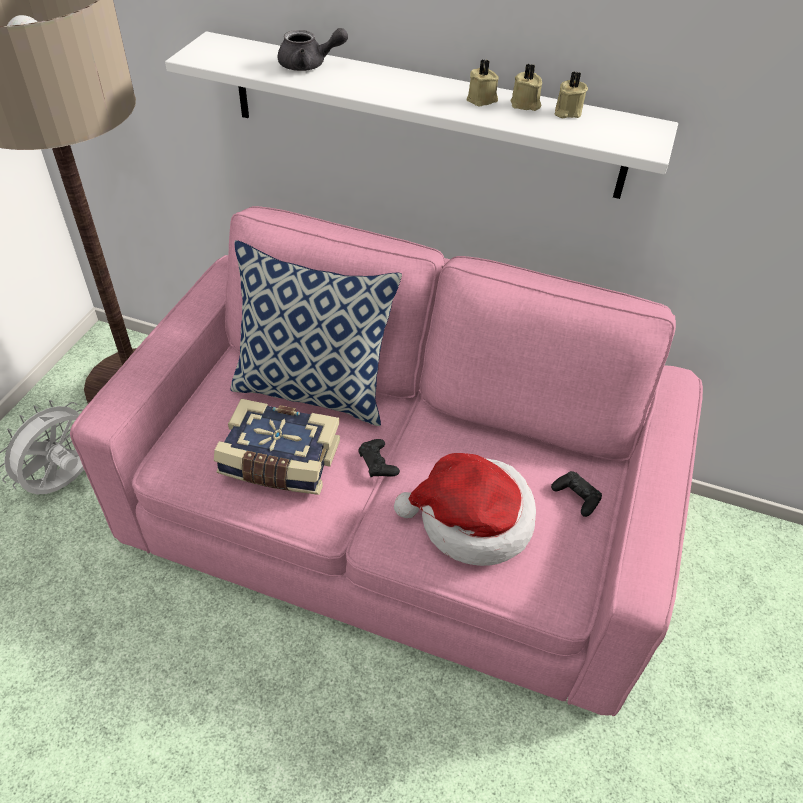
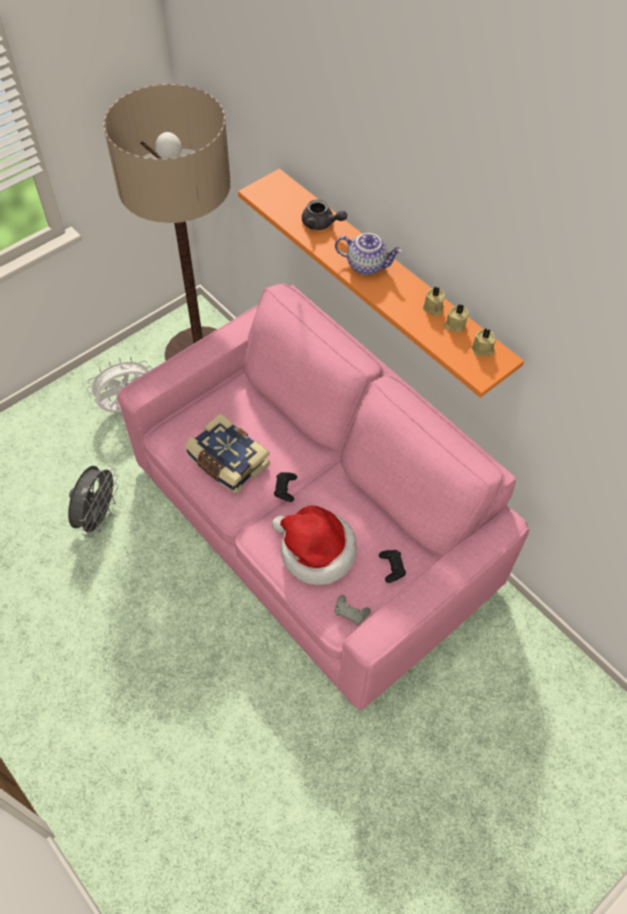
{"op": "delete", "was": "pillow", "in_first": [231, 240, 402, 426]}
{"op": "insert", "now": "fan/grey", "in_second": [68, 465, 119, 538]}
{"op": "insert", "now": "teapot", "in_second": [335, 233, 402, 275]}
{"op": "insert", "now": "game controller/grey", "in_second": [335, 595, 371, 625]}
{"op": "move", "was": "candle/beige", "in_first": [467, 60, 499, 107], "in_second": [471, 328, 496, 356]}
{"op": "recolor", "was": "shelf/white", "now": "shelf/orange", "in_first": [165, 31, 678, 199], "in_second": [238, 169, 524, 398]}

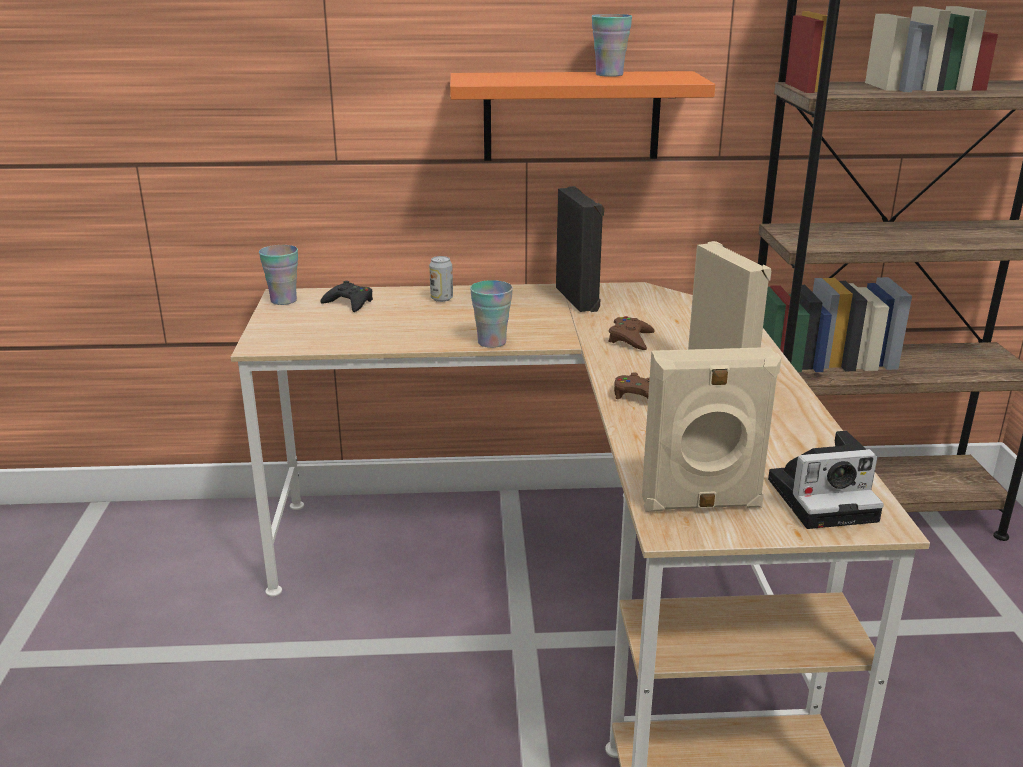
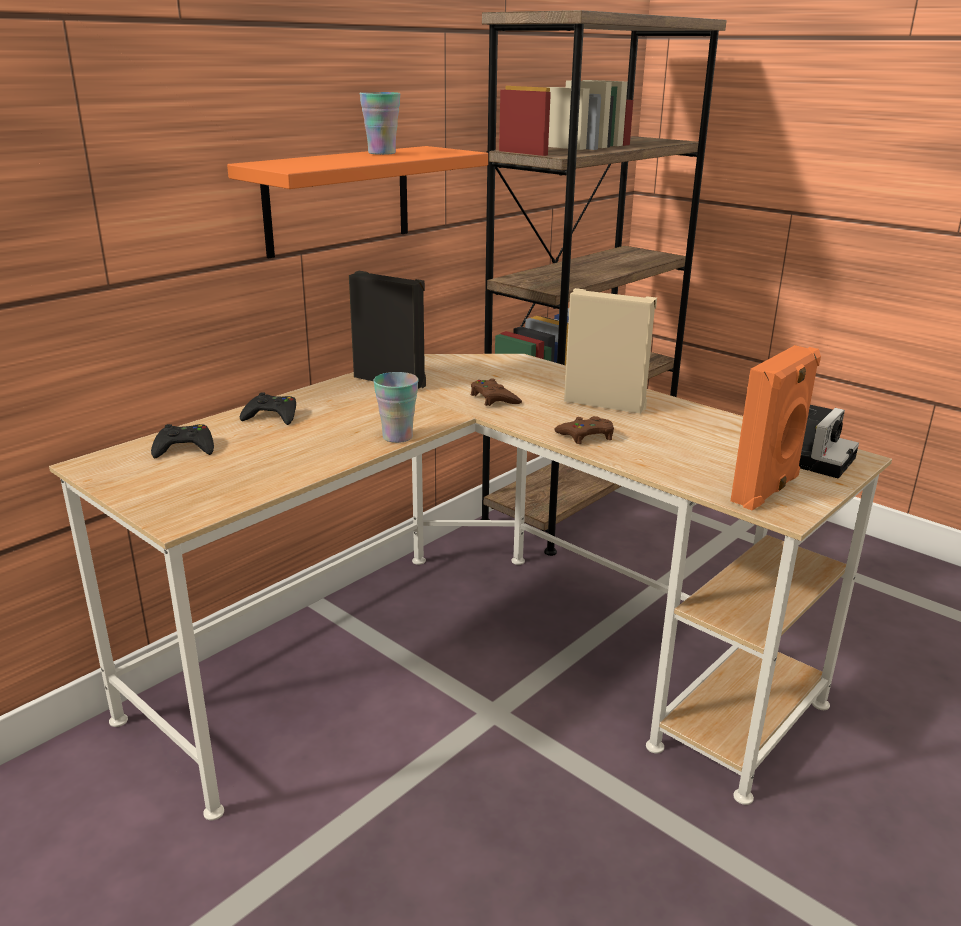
{"op": "delete", "was": "cup", "in_first": [259, 245, 298, 305]}
{"op": "replace", "was": "can", "now": "game controller/black", "in_first": [429, 256, 453, 302], "in_second": [240, 392, 296, 425]}
{"op": "recolor", "was": "speaker/beige", "now": "speaker/orange", "in_first": [642, 347, 782, 512], "in_second": [731, 345, 821, 510]}

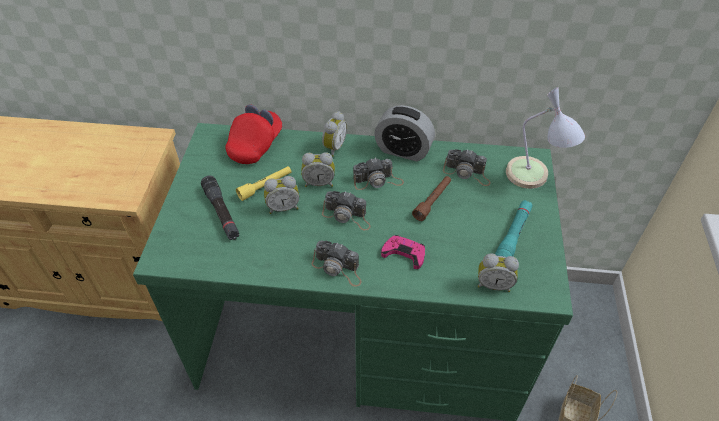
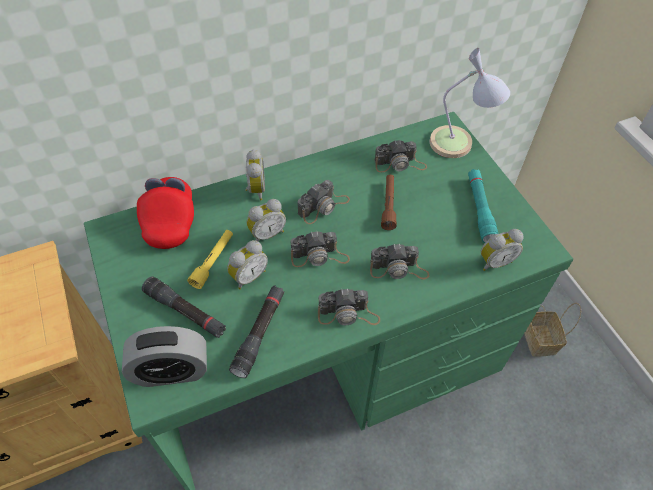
{"op": "insert", "now": "flashlight/black", "in_second": [229, 285, 284, 378]}
{"op": "move", "was": "alarm clock", "in_first": [374, 105, 435, 161], "in_second": [122, 326, 207, 387]}
{"op": "replace", "was": "game controller/pink", "now": "photo camera", "in_first": [381, 235, 425, 269], "in_second": [370, 244, 429, 280]}

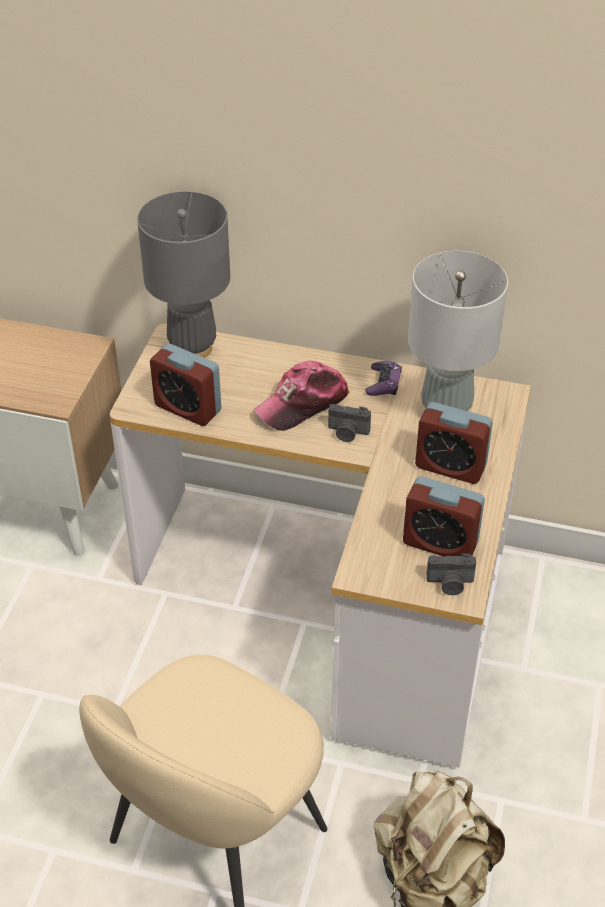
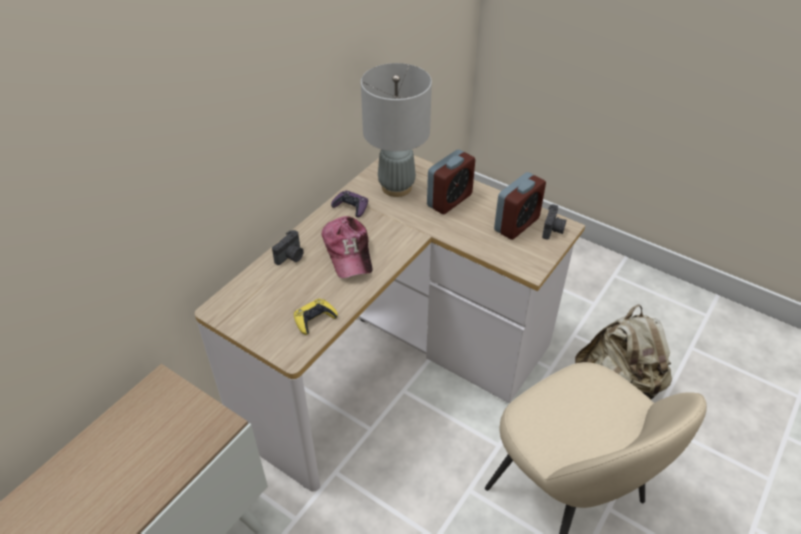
{"op": "delete", "was": "table lamp/grey", "in_first": [137, 192, 230, 358]}
{"op": "move", "was": "photo camera", "in_first": [328, 404, 371, 442], "in_second": [272, 230, 304, 265]}
{"op": "replace", "was": "alarm clock", "now": "game controller/yellow", "in_first": [150, 344, 221, 426], "in_second": [294, 299, 338, 335]}

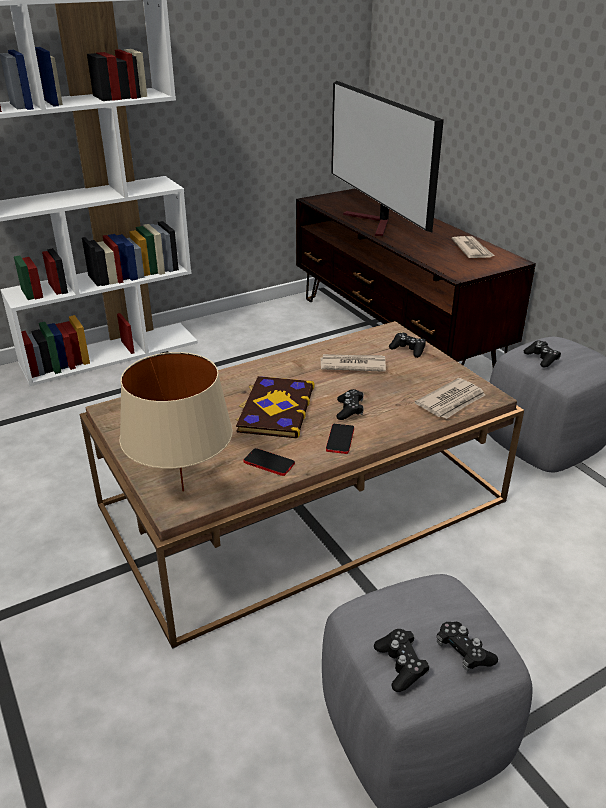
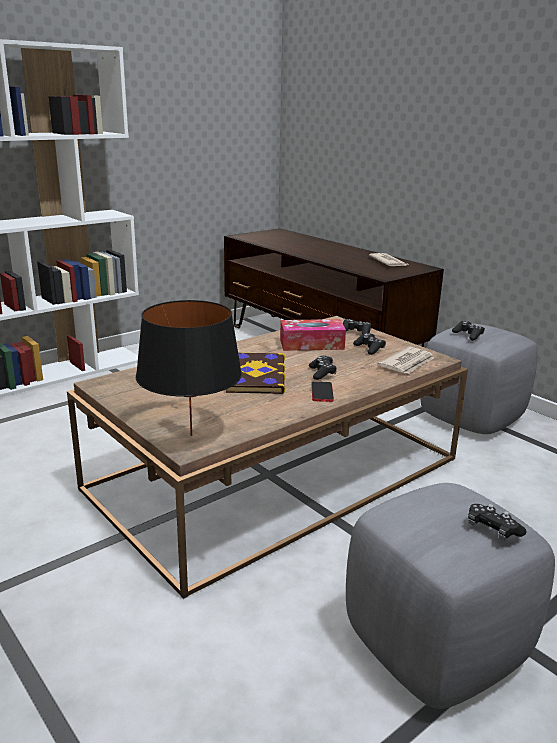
{"op": "delete", "was": "phone", "in_first": [243, 448, 295, 476]}
{"op": "delete", "was": "television", "in_first": [331, 81, 444, 236]}
{"op": "move", "was": "game controller/black", "in_first": [374, 629, 429, 692], "in_second": [353, 333, 386, 355]}
{"op": "replace", "was": "newspaper", "now": "tissue box", "in_first": [321, 354, 386, 372], "in_second": [280, 319, 346, 351]}
{"op": "recolor", "was": "table lamp/beige", "now": "table lamp/black", "in_first": [119, 352, 233, 492], "in_second": [136, 300, 242, 436]}

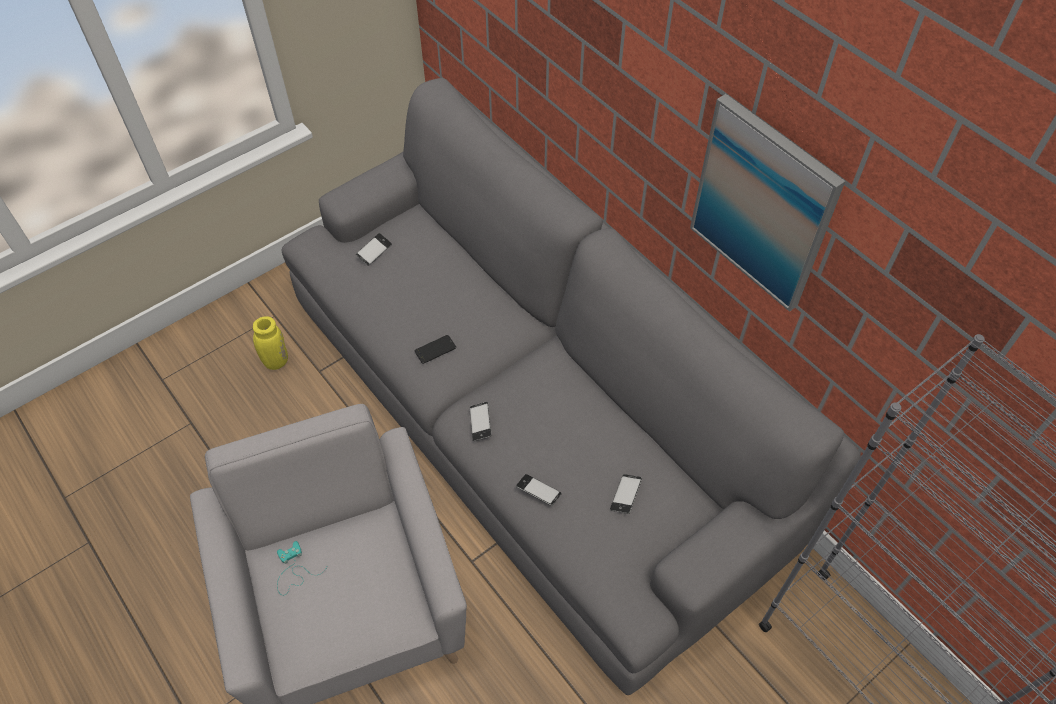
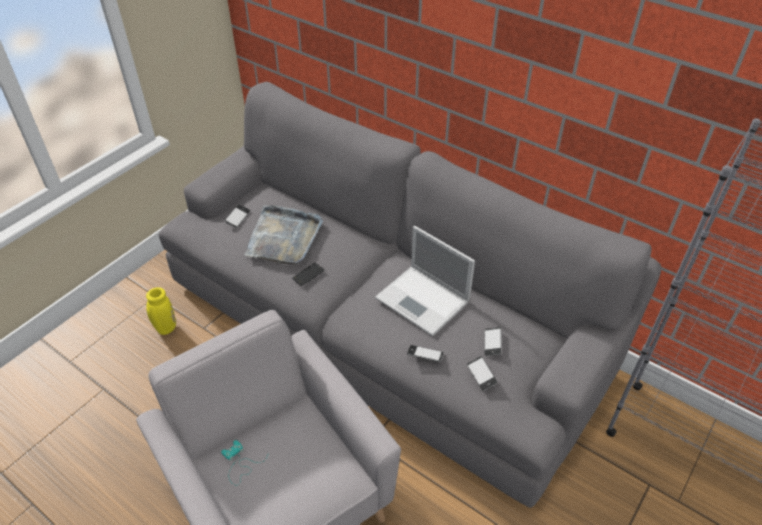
{"op": "delete", "was": "picture", "in_first": [690, 94, 845, 312]}
{"op": "insert", "now": "tray/grey", "in_second": [245, 205, 323, 265]}
{"op": "insert", "now": "laptop", "in_second": [375, 226, 475, 336]}
{"op": "move", "was": "phone", "in_first": [470, 402, 492, 441], "in_second": [467, 356, 498, 391]}

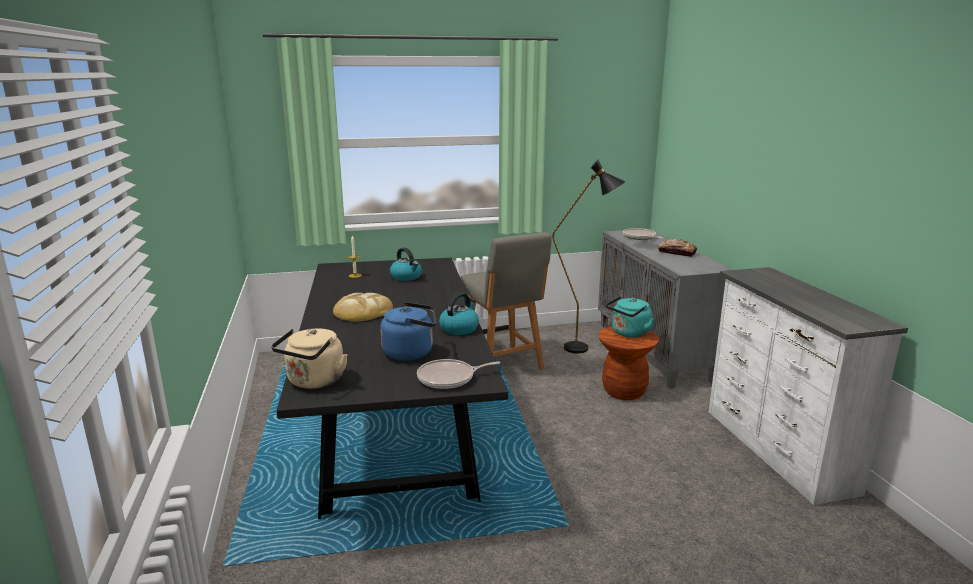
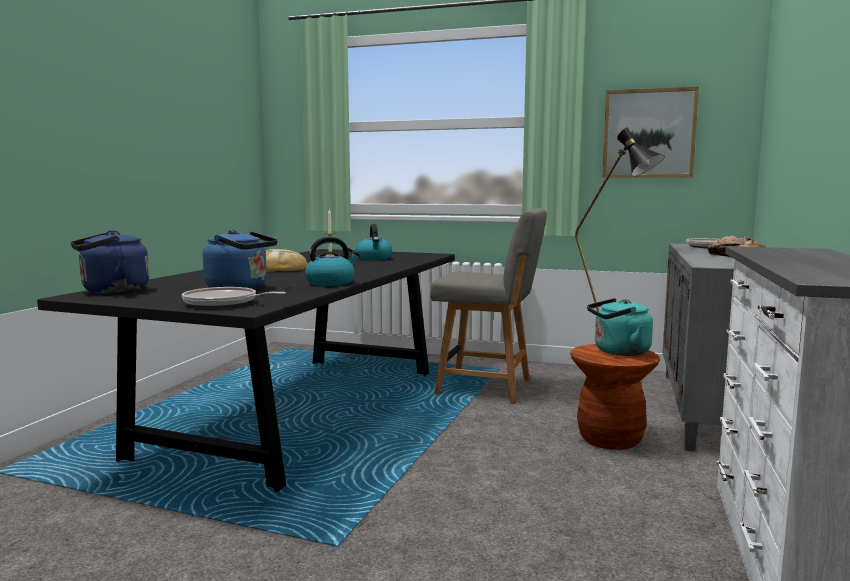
{"op": "insert", "now": "picture", "in_second": [603, 87, 699, 178]}
{"op": "recolor", "was": "kettle/beige", "now": "kettle/blue", "in_first": [271, 329, 348, 389], "in_second": [70, 230, 149, 294]}
{"op": "rotate", "was": "chair/grey", "in_first": [460, 232, 552, 370], "in_second": [430, 208, 547, 404], "clockwise": -75}

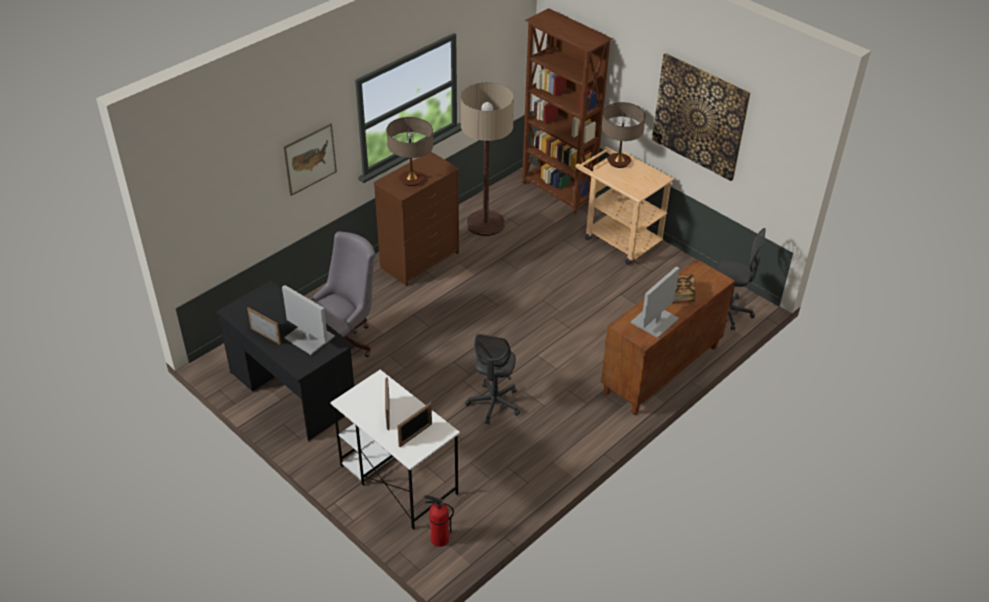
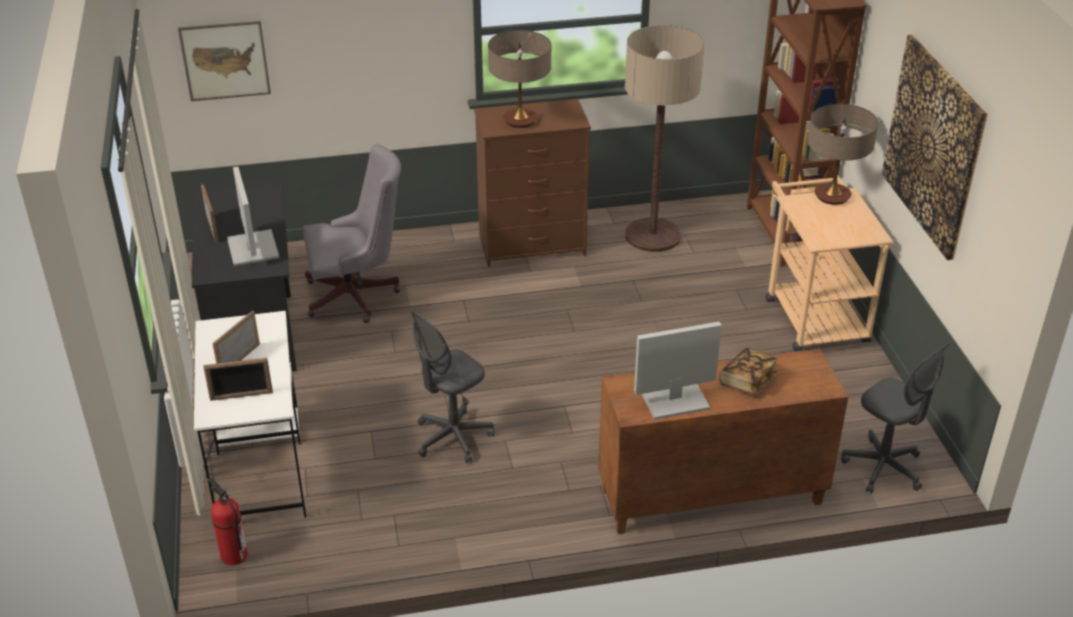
{"op": "move", "was": "picture", "in_first": [283, 123, 337, 196], "in_second": [178, 21, 271, 101]}

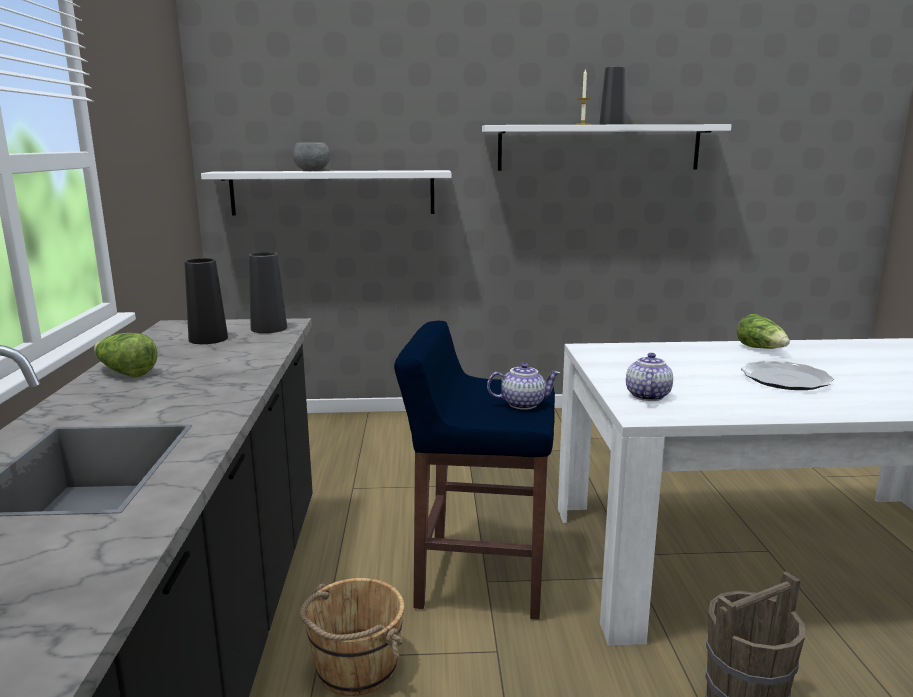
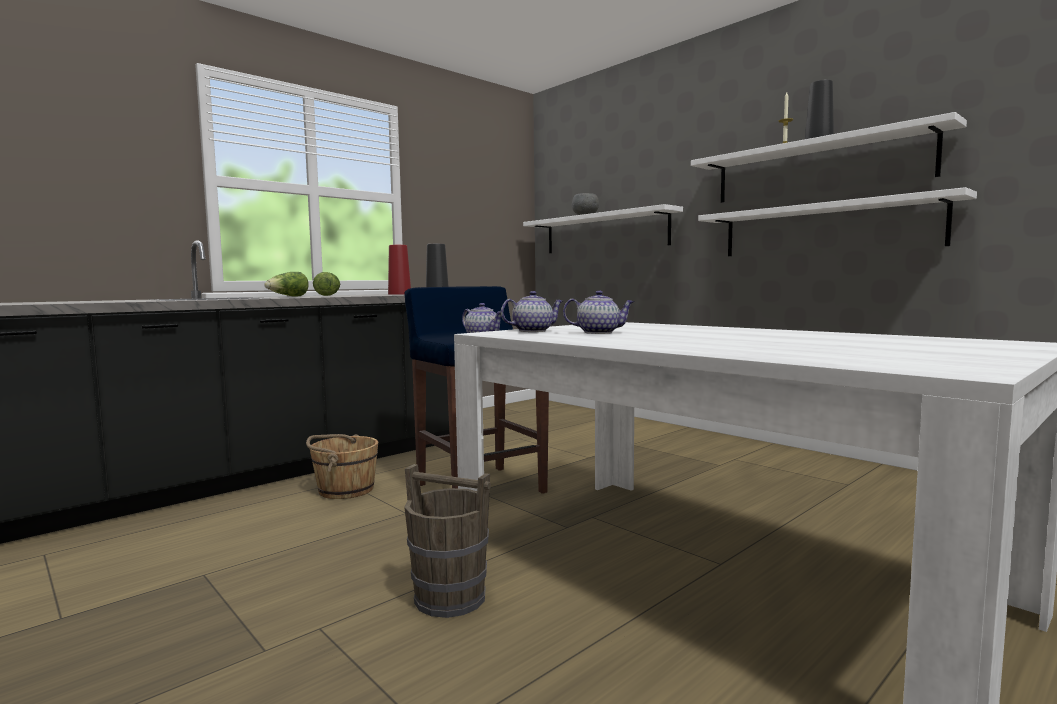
{"op": "delete", "was": "plate", "in_first": [741, 361, 834, 390]}
{"op": "insert", "now": "teapot", "in_second": [563, 290, 635, 334]}
{"op": "insert", "now": "shelf/white", "in_second": [698, 187, 977, 256]}
{"op": "move", "was": "lettuce", "in_first": [737, 314, 790, 349], "in_second": [264, 272, 309, 297]}
{"op": "recolor", "was": "vase/black", "now": "vase/red", "in_first": [184, 258, 228, 344], "in_second": [388, 245, 411, 295]}

